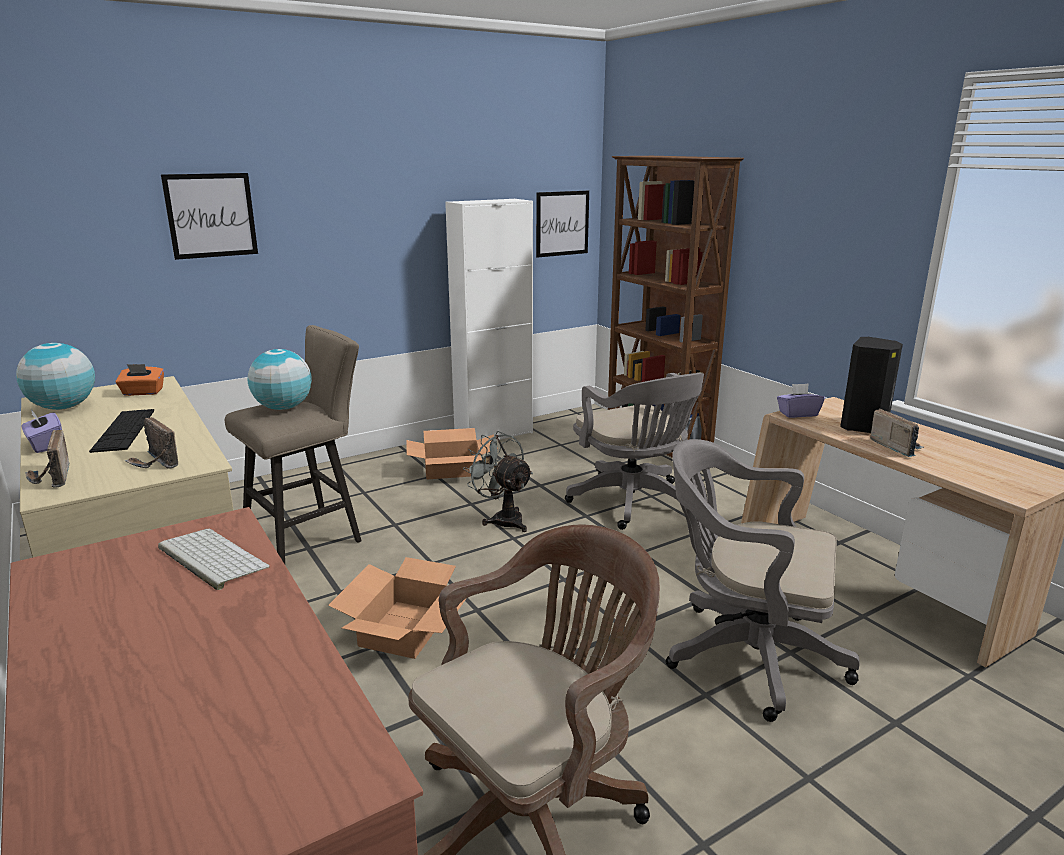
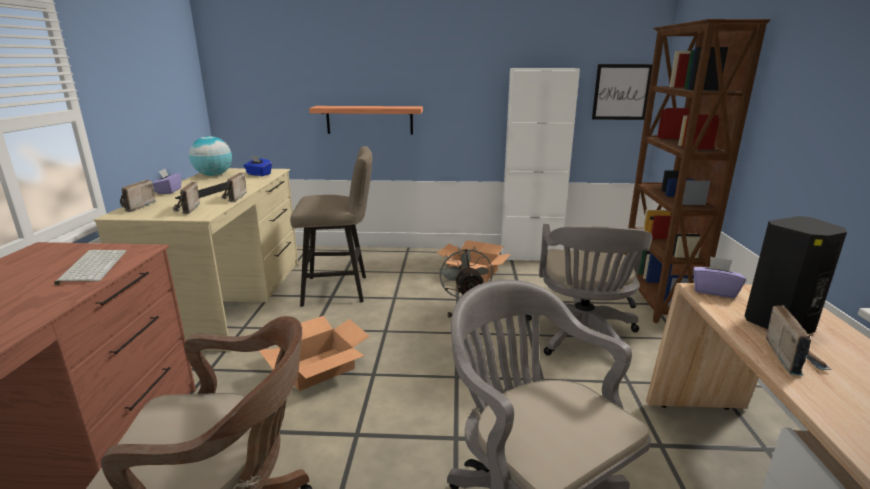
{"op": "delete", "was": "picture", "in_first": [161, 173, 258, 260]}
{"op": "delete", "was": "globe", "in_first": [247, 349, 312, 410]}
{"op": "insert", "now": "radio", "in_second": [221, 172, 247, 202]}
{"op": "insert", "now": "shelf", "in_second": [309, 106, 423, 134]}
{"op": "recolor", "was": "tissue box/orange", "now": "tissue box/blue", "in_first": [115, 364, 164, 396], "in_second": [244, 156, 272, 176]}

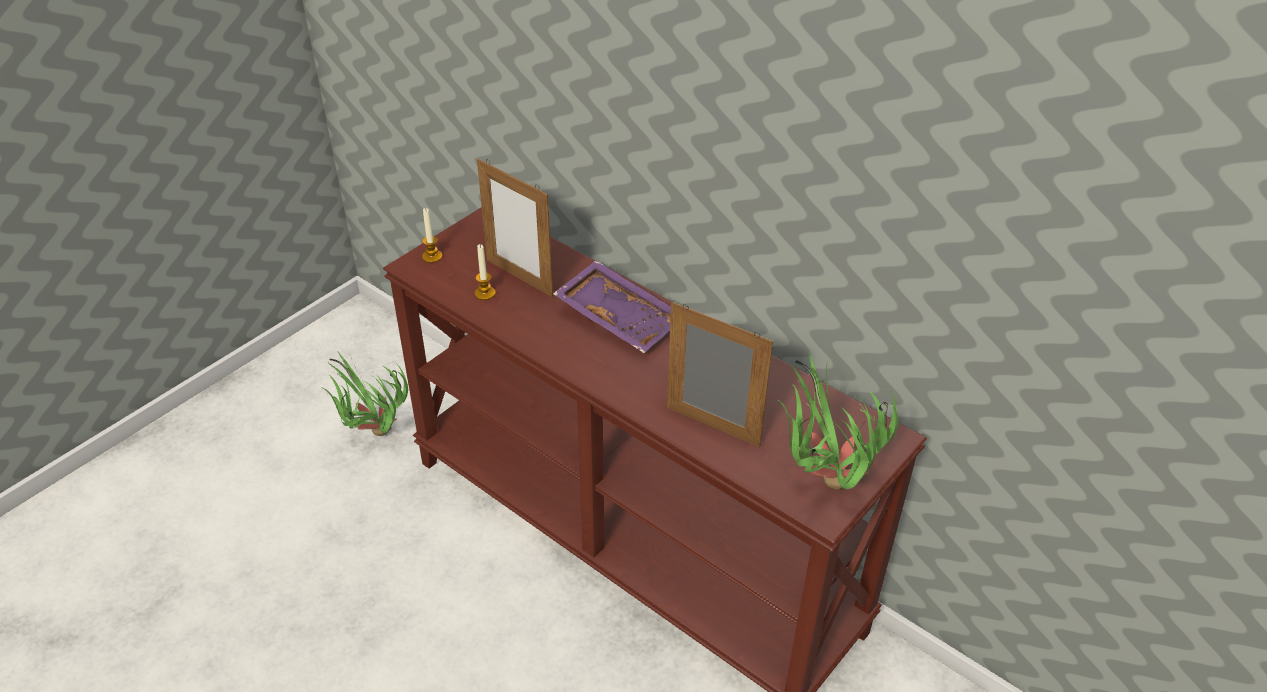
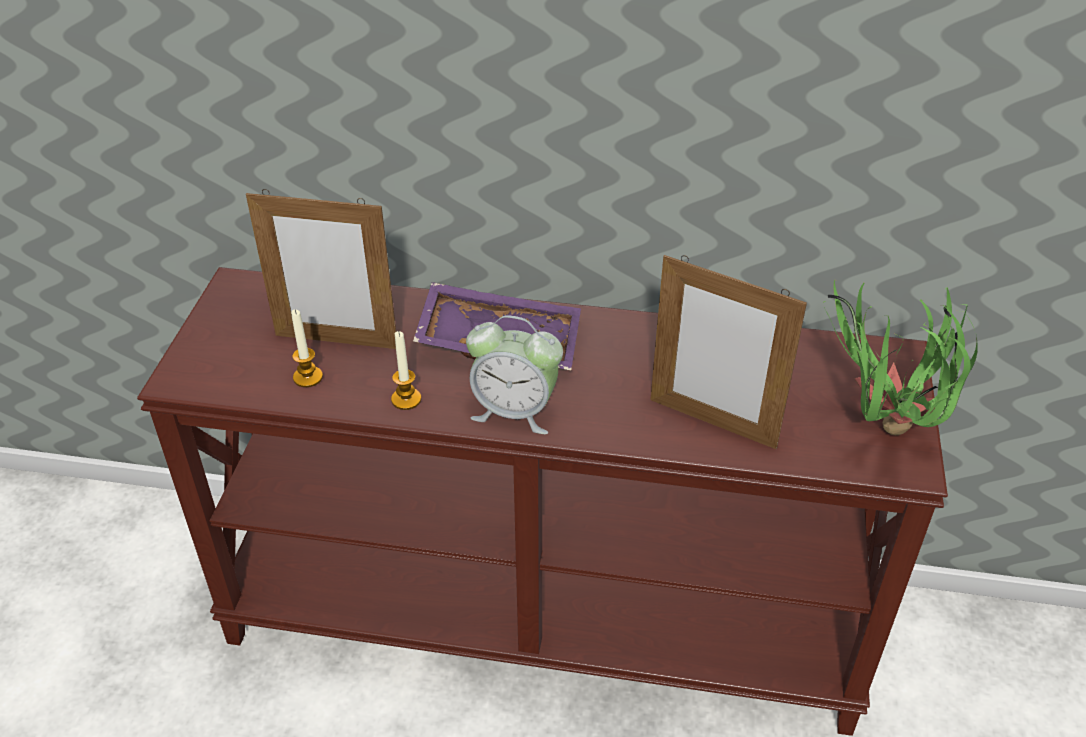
{"op": "delete", "was": "potted plant", "in_first": [320, 352, 408, 436]}
{"op": "insert", "now": "alarm clock", "in_second": [466, 315, 563, 434]}
{"op": "move", "was": "candle", "in_first": [422, 208, 442, 263], "in_second": [391, 331, 421, 410]}
{"op": "rotate", "was": "picture frame", "in_first": [667, 302, 773, 447], "in_second": [650, 255, 807, 449], "clockwise": -150}

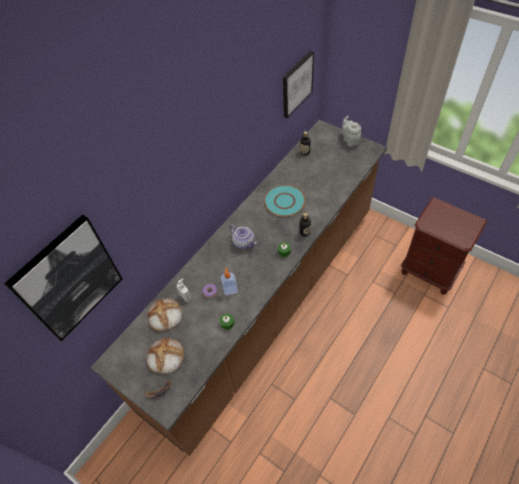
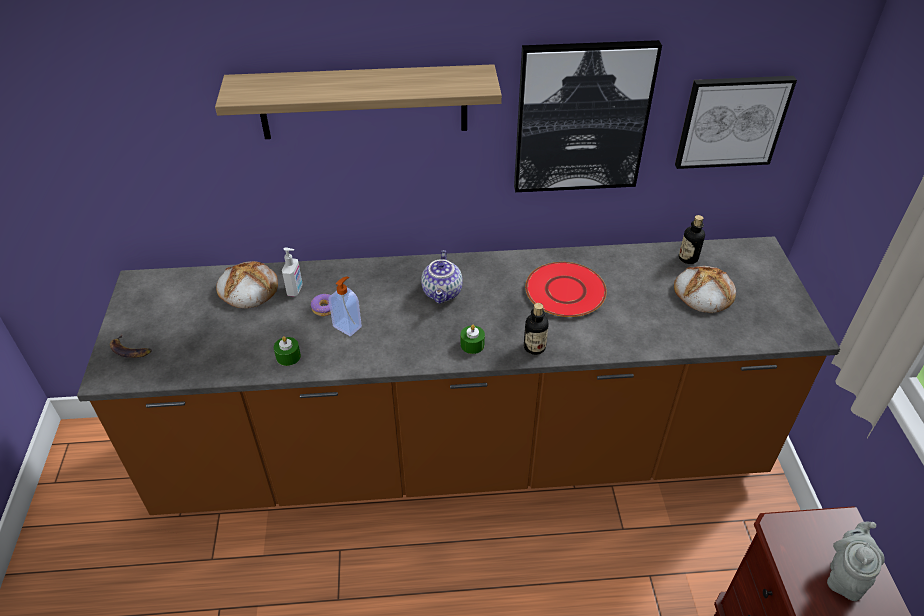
{"op": "insert", "now": "shelf", "in_second": [215, 64, 502, 139]}
{"op": "move", "was": "picture", "in_first": [4, 214, 122, 341], "in_second": [514, 40, 662, 192]}
{"op": "move", "was": "bread", "in_first": [147, 337, 184, 374], "in_second": [674, 266, 736, 313]}
{"op": "move", "was": "teapot/grey", "in_first": [342, 116, 361, 146], "in_second": [827, 522, 885, 601]}
{"op": "recolor", "was": "plate/turquoise", "now": "plate/red", "in_first": [264, 185, 305, 217], "in_second": [525, 262, 607, 317]}

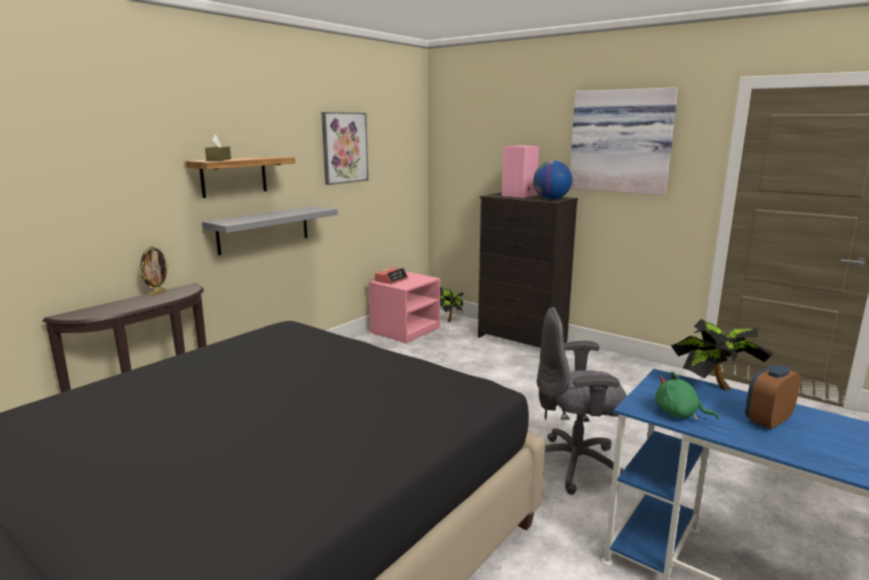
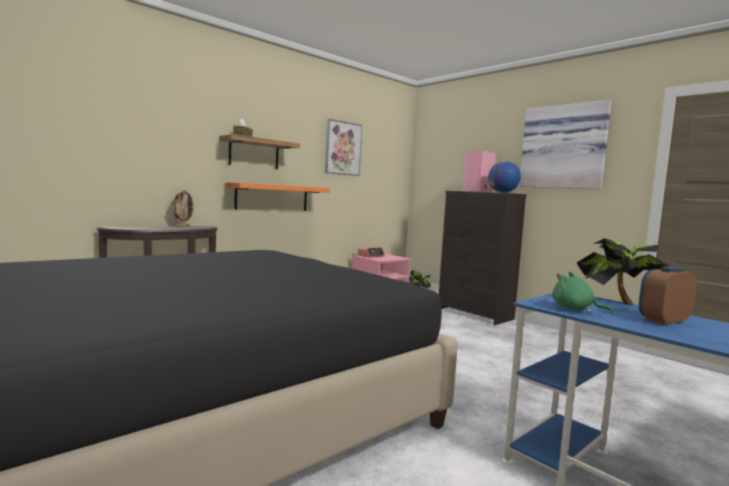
{"op": "delete", "was": "office chair/grey", "in_first": [537, 307, 627, 495]}
{"op": "recolor", "was": "shelf/grey", "now": "shelf/orange", "in_first": [202, 206, 338, 255], "in_second": [225, 182, 330, 211]}

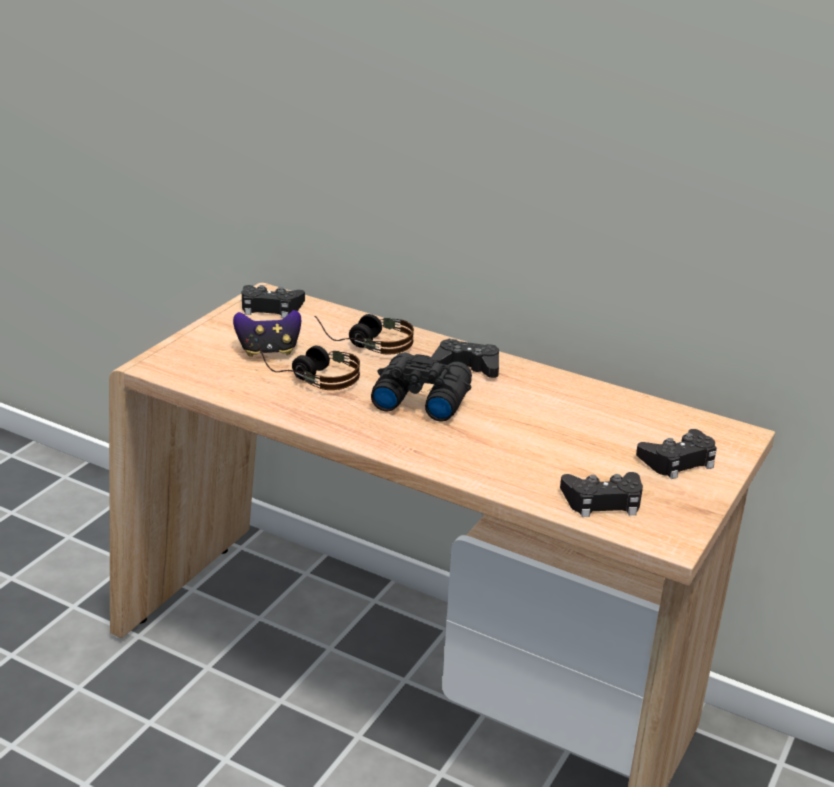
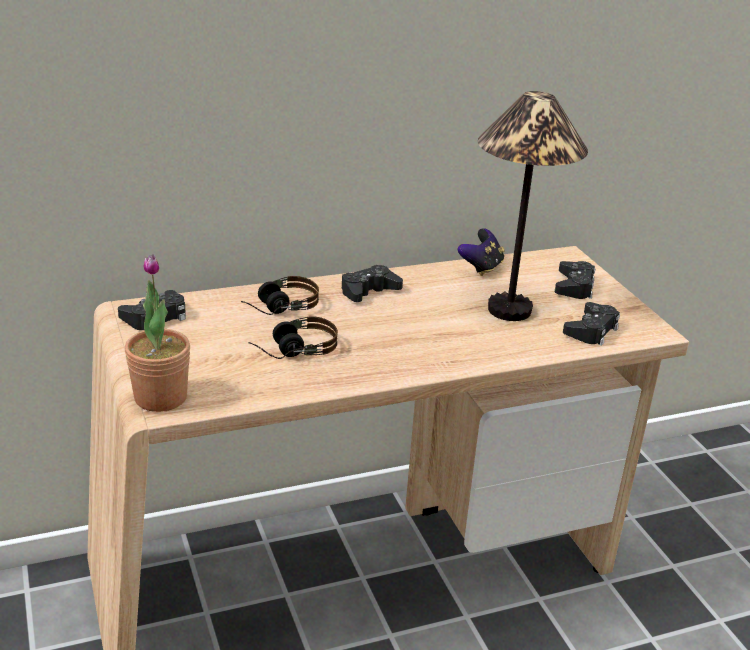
{"op": "delete", "was": "binoculars/black", "in_first": [371, 353, 472, 422]}
{"op": "insert", "now": "potted plant", "in_second": [125, 254, 190, 412]}
{"op": "insert", "now": "table lamp", "in_second": [478, 91, 588, 321]}
{"op": "move", "was": "game controller", "in_first": [233, 310, 301, 357], "in_second": [457, 228, 505, 276]}

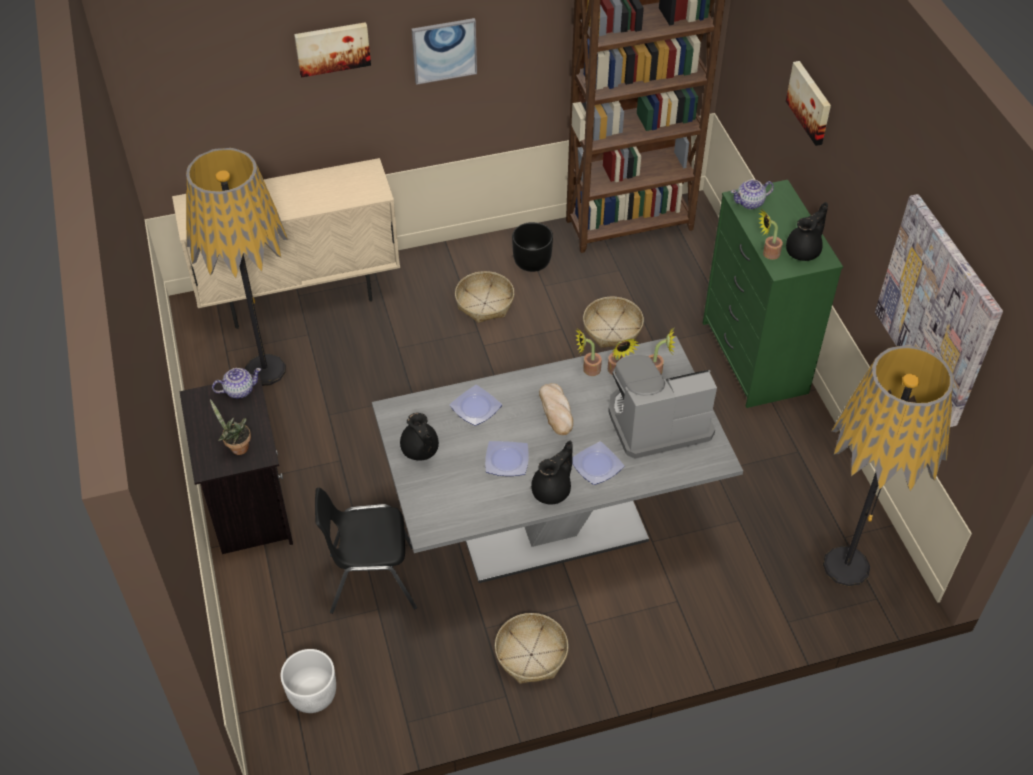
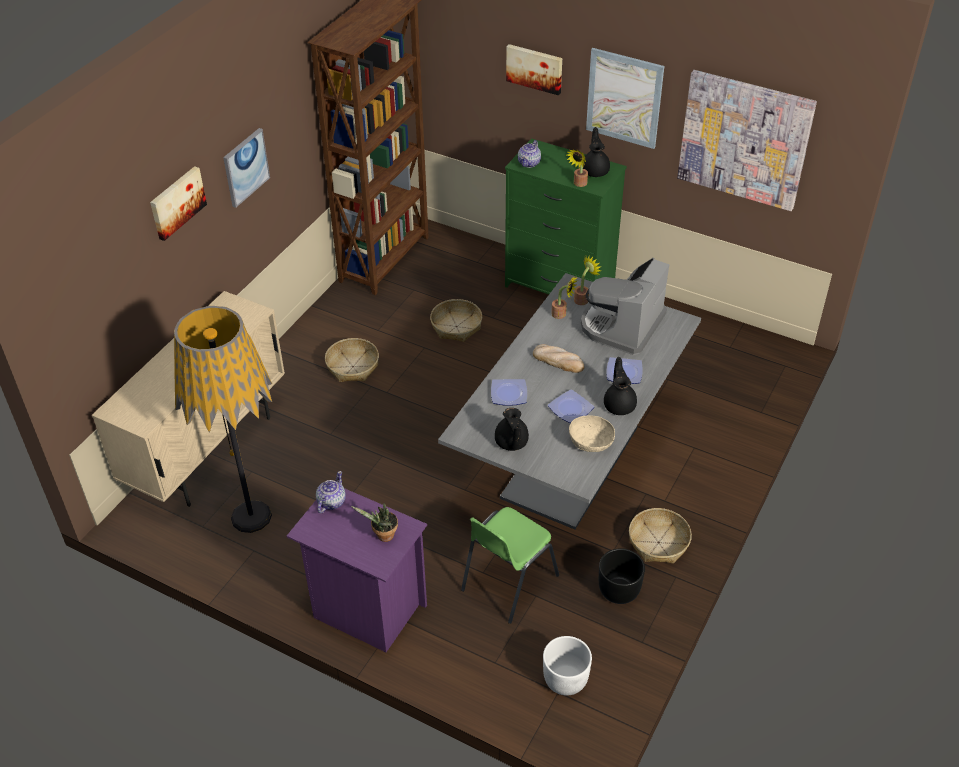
{"op": "delete", "was": "potted plant", "in_first": [575, 328, 602, 376]}
{"op": "delete", "was": "floor lamp", "in_first": [823, 345, 954, 586]}
{"op": "insert", "now": "bowl/beige", "in_second": [569, 415, 615, 452]}
{"op": "insert", "now": "picture", "in_second": [586, 48, 664, 149]}
{"op": "move", "was": "planter/black", "in_first": [512, 222, 553, 272], "in_second": [599, 548, 645, 604]}
{"op": "recolor", "was": "nightstand/black", "now": "nightstand/purple", "in_first": [179, 374, 293, 554], "in_second": [287, 488, 427, 652]}
{"op": "recolor", "was": "chair/black", "now": "chair/green", "in_first": [315, 488, 417, 614], "in_second": [461, 507, 559, 624]}
{"op": "rotate", "was": "teapot/black", "in_first": [400, 413, 439, 460], "in_second": [495, 408, 529, 451], "clockwise": 60}

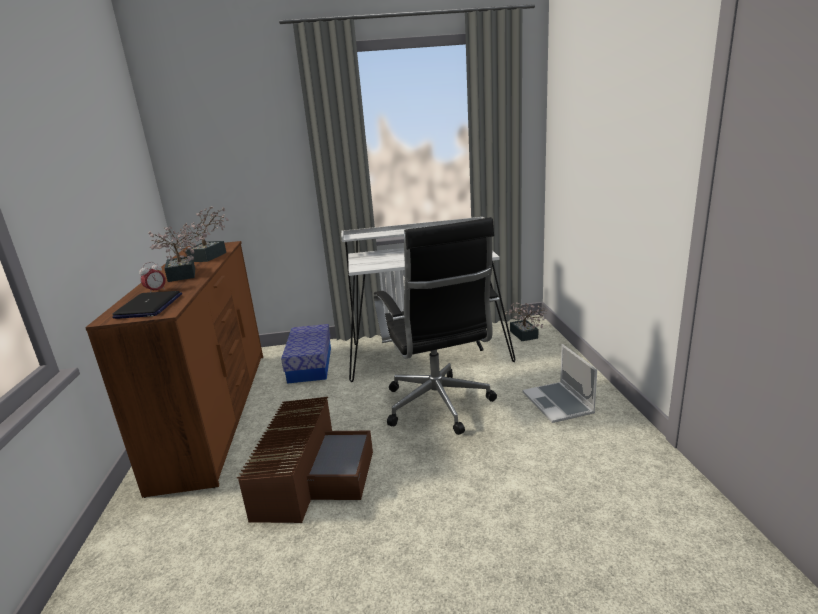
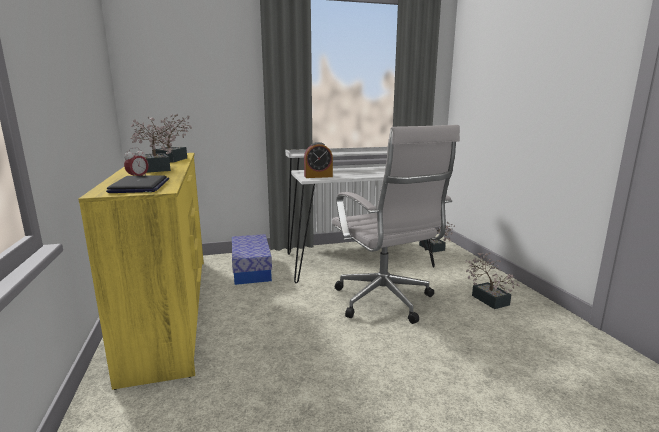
{"op": "delete", "was": "storage box/brown", "in_first": [237, 397, 373, 523]}
{"op": "insert", "now": "alarm clock", "in_second": [304, 142, 333, 178]}
{"op": "replace", "was": "laptop", "now": "potted plant", "in_first": [523, 344, 597, 423], "in_second": [465, 252, 520, 309]}
{"op": "recolor", "was": "dresser/brown", "now": "dresser/yellow", "in_first": [85, 241, 263, 498], "in_second": [78, 153, 204, 390]}
{"op": "recolor", "was": "office chair/black", "now": "office chair/white", "in_first": [374, 217, 499, 435], "in_second": [332, 125, 460, 324]}

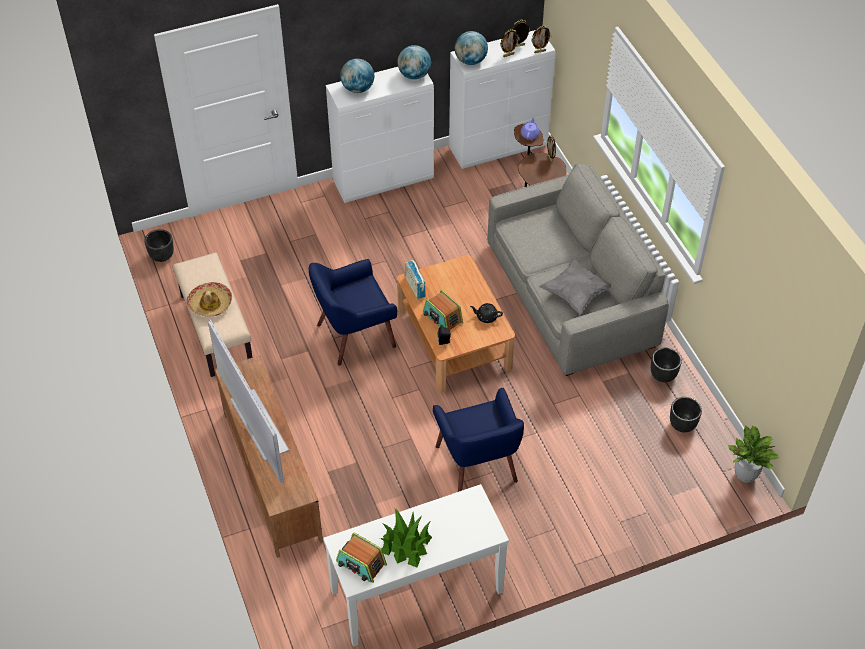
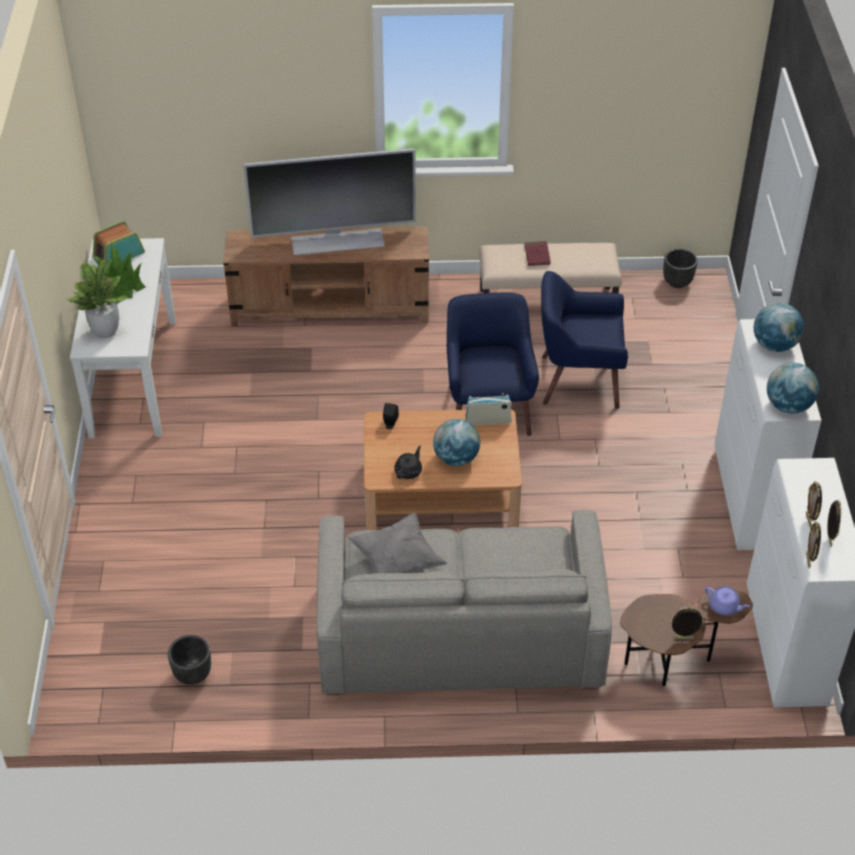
{"op": "delete", "was": "radio", "in_first": [423, 290, 463, 330]}
{"op": "delete", "was": "planter/black", "in_first": [651, 348, 682, 382]}
{"op": "move", "was": "armchair/blue", "in_first": [433, 388, 524, 492], "in_second": [541, 271, 628, 409]}
{"op": "move", "was": "globe", "in_first": [455, 31, 488, 65], "in_second": [433, 419, 480, 466]}
{"op": "move", "was": "potted plant", "in_first": [728, 426, 779, 483], "in_second": [67, 259, 127, 338]}
{"op": "replace", "was": "hat", "now": "book/red", "in_first": [187, 282, 232, 317], "in_second": [524, 241, 551, 266]}

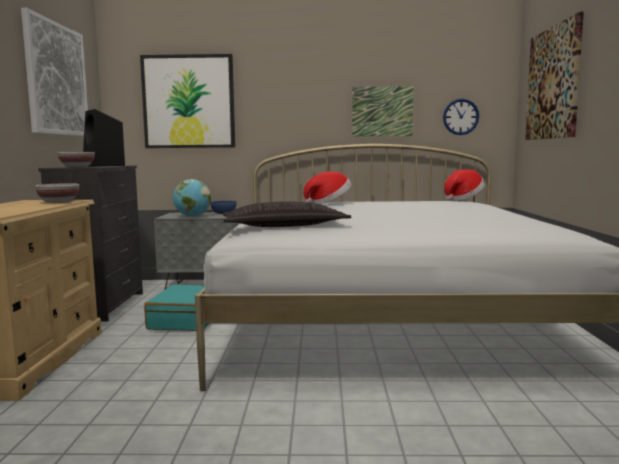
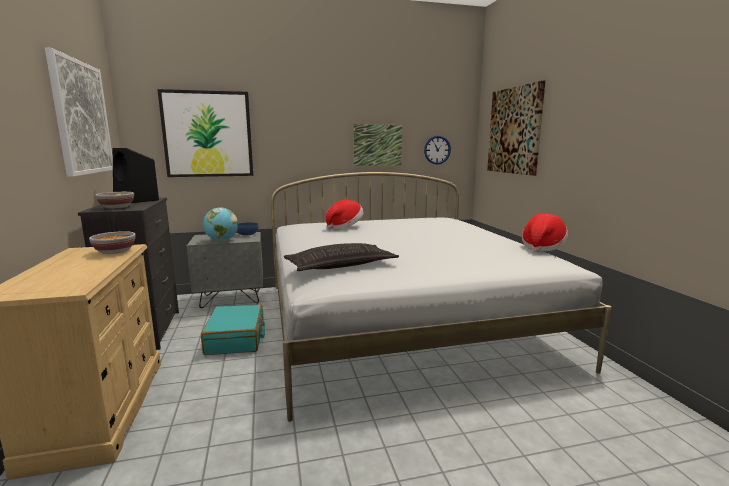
{"op": "move", "was": "hat", "in_first": [444, 169, 485, 201], "in_second": [522, 214, 568, 252]}

